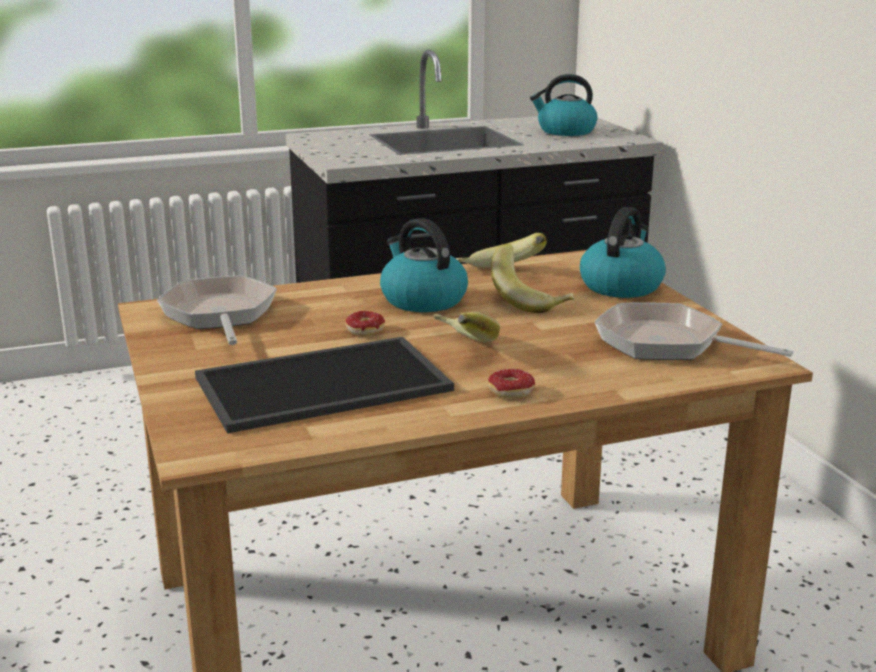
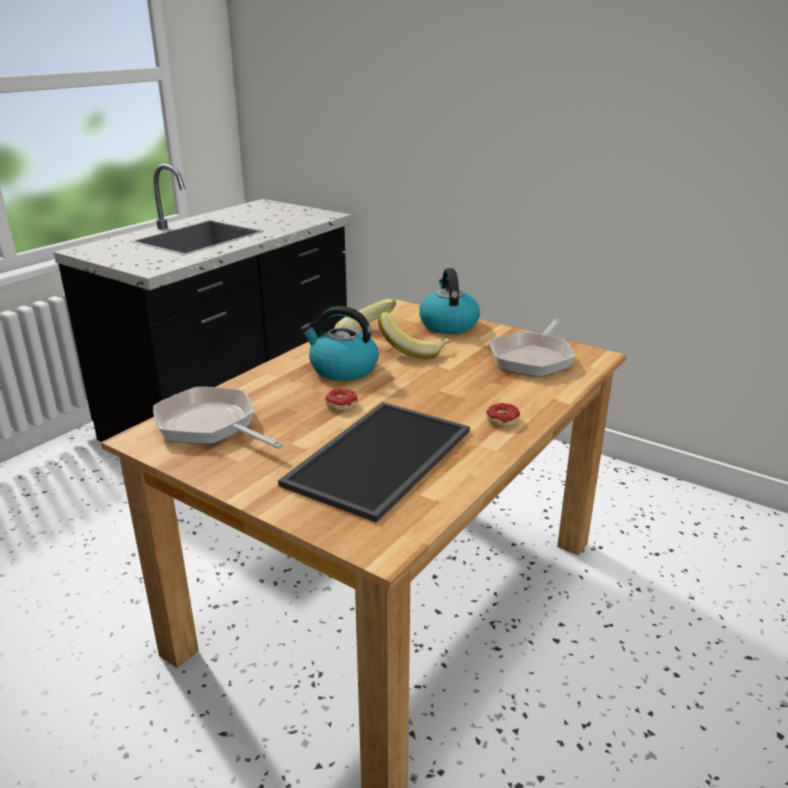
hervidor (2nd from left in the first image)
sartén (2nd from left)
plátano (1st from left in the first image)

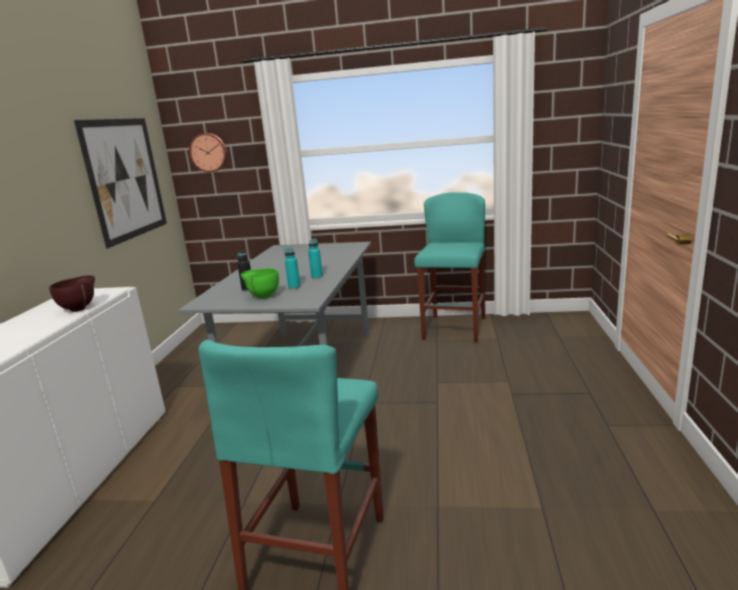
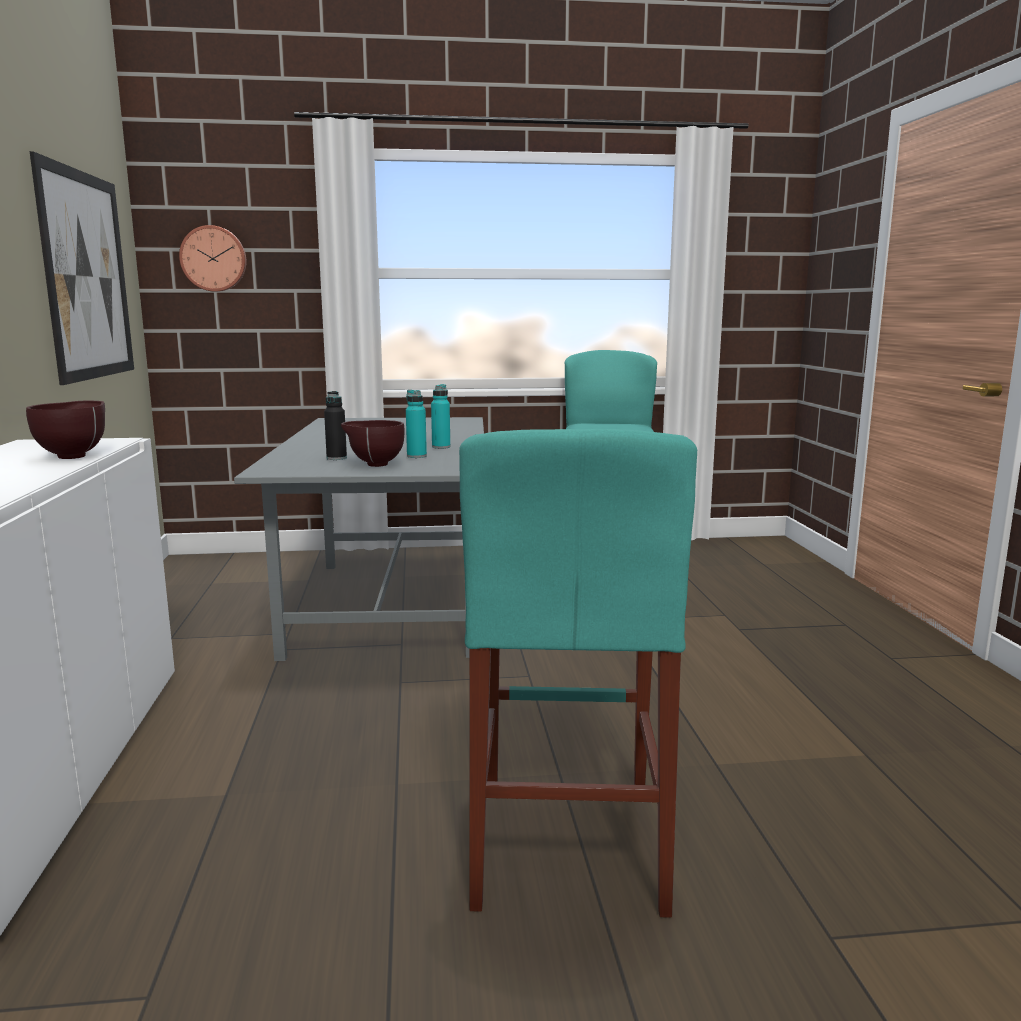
cuenco [marrón] (2nd from left)

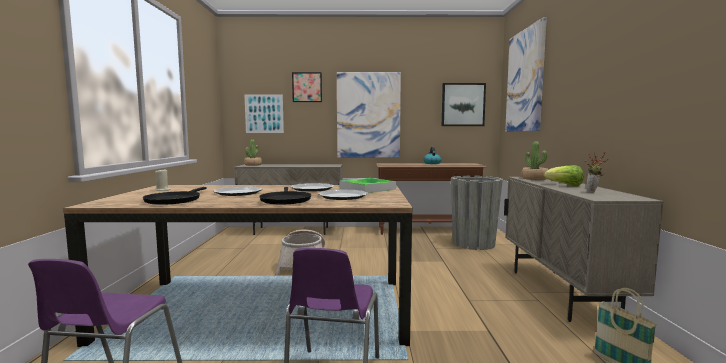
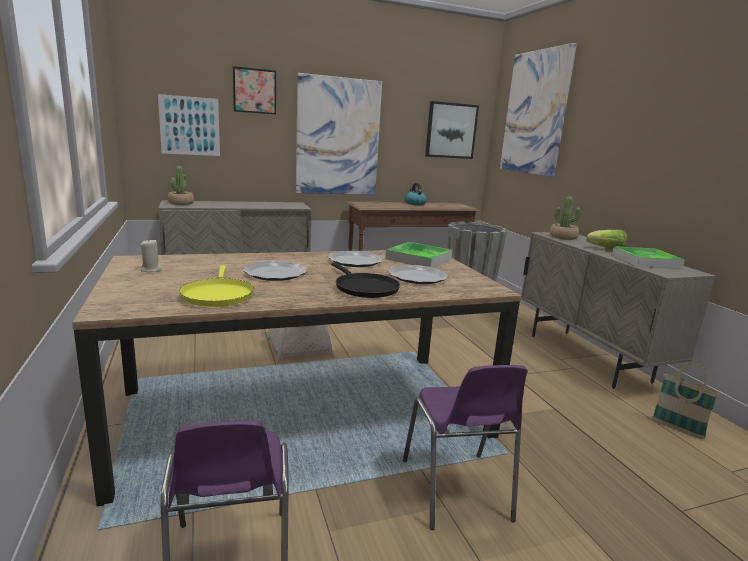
bandeja (2nd from left)
sartén [amarillo]

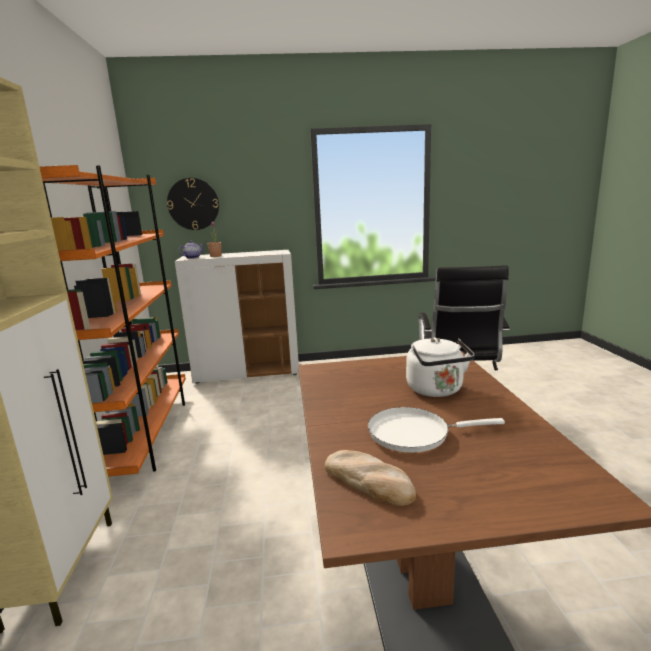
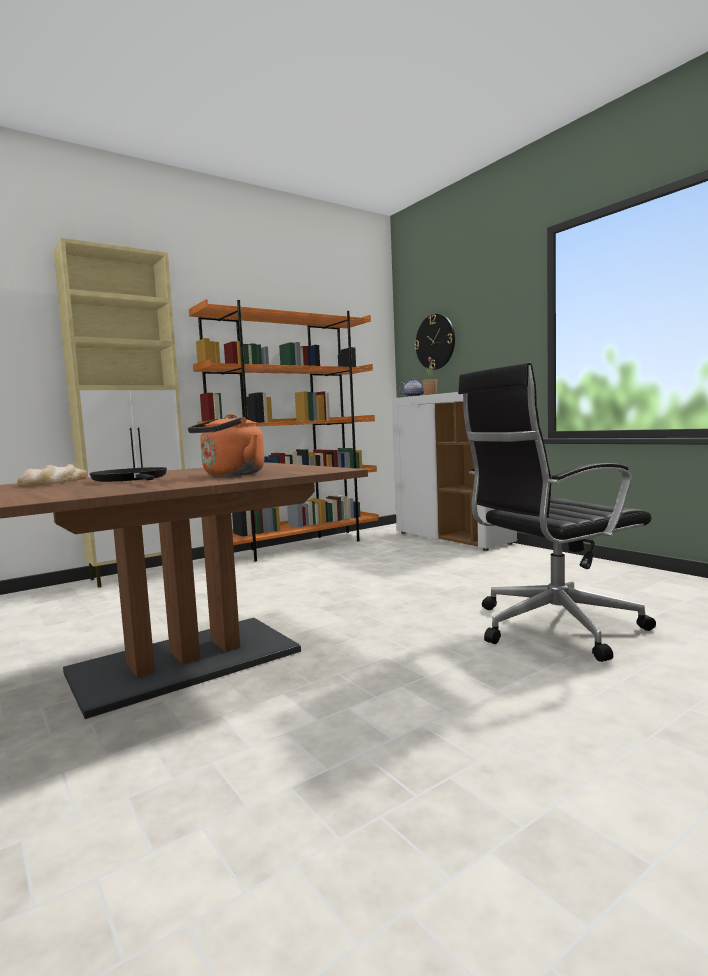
hervidor [naranja]
sartén [negro]

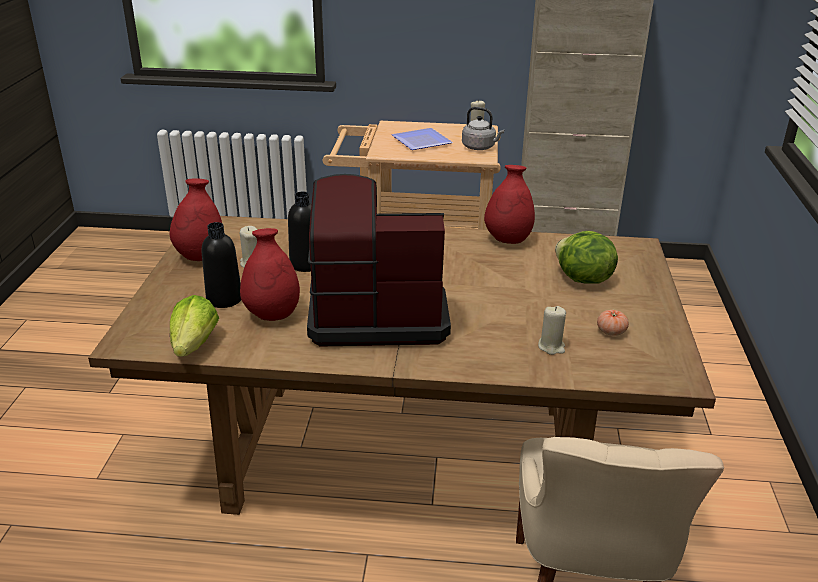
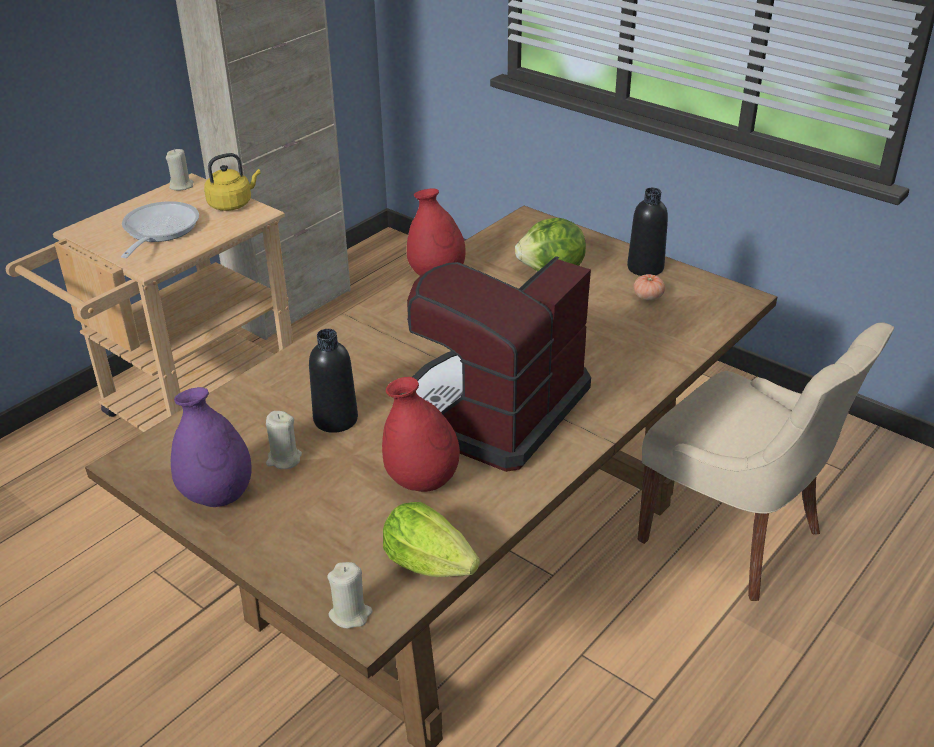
hervidor [amarillo]
sartén
florero [morado]
botella [negro] (2nd from left)
vela [beis] (3rd from left)

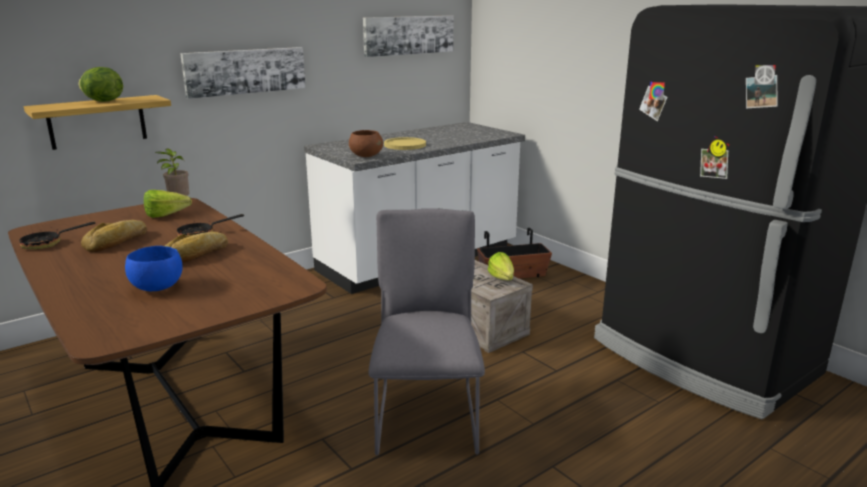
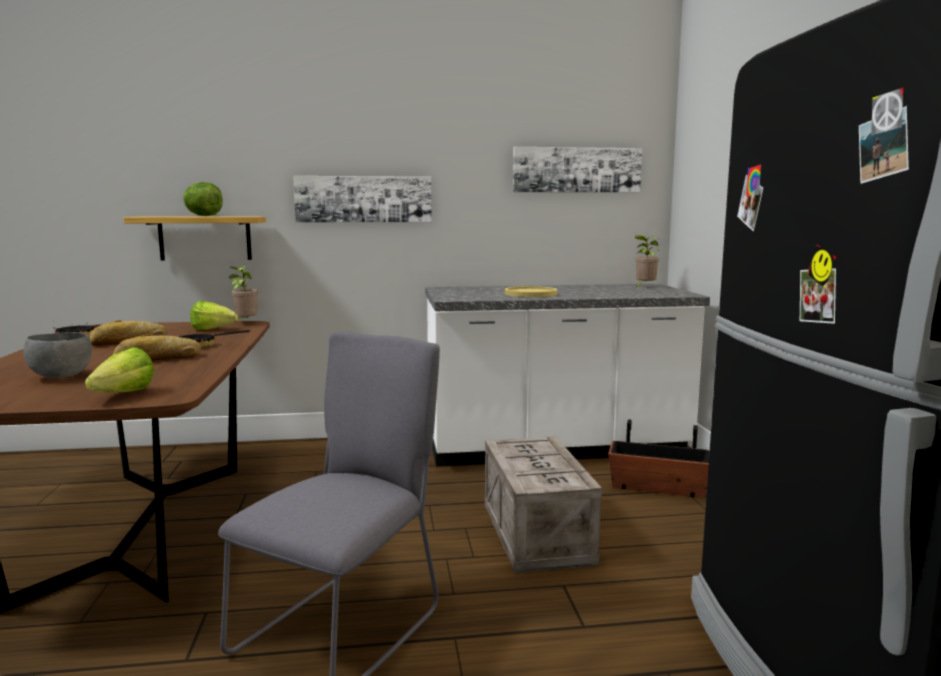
cuenco [marrón]
cuenco [gris]
lechuga (1st from left)
planta en maceta (2nd from left)

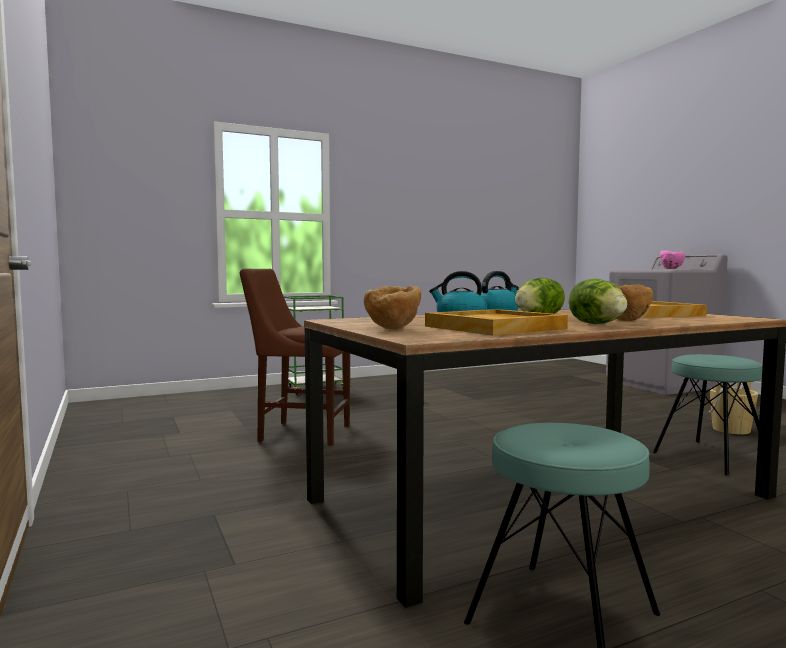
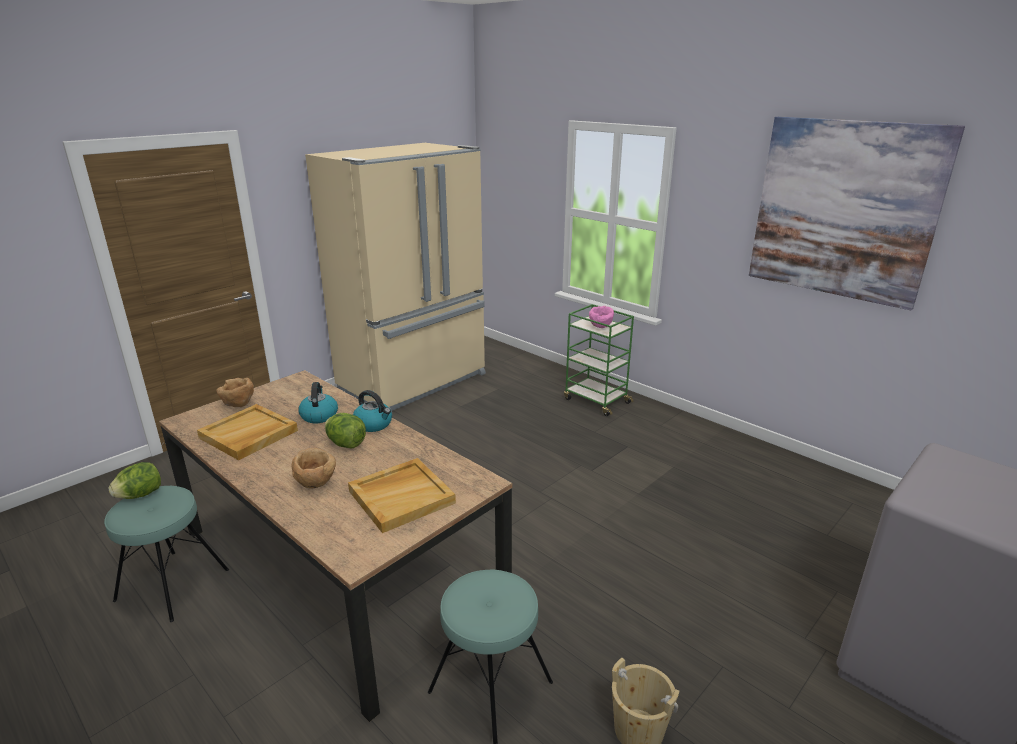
cuenco [rosa]
silla [marrón]
lechuga (1st from left)
cuadro
nevera [beis]

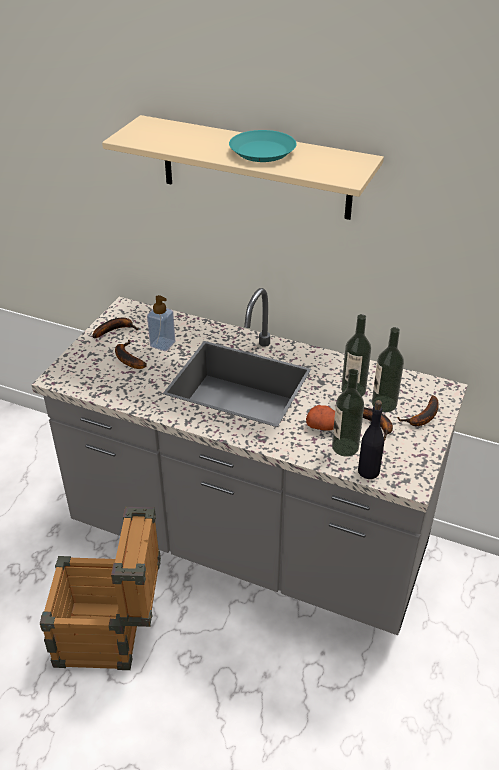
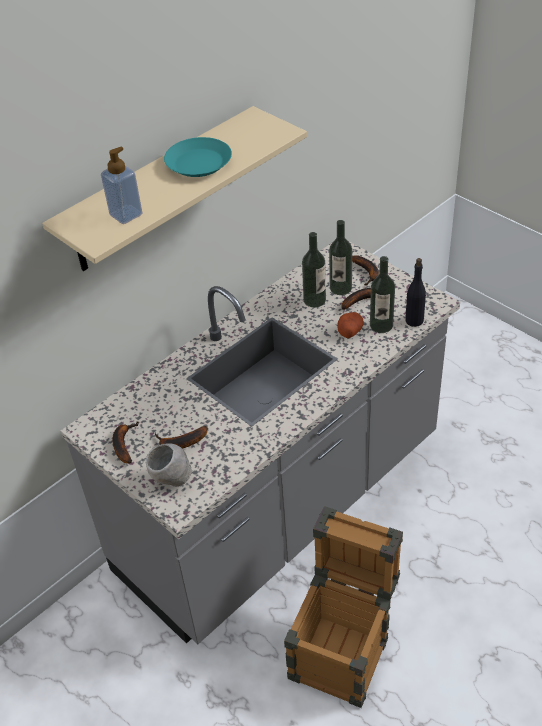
dispensador de jabón
cuenco [gris]

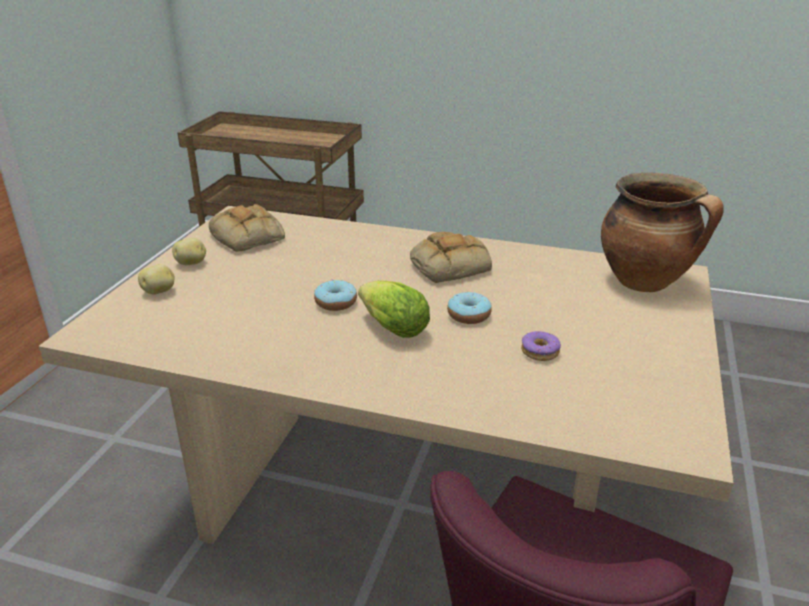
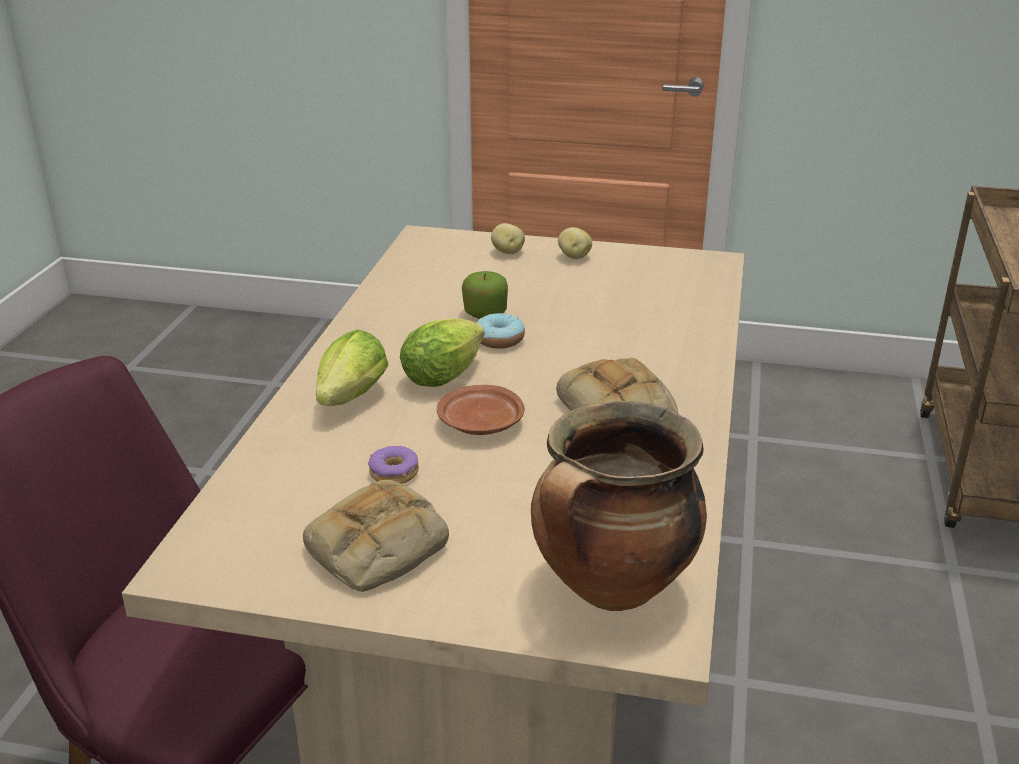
pan (1st from left)
plato [marrón]
manzana
lechuga (1st from left)

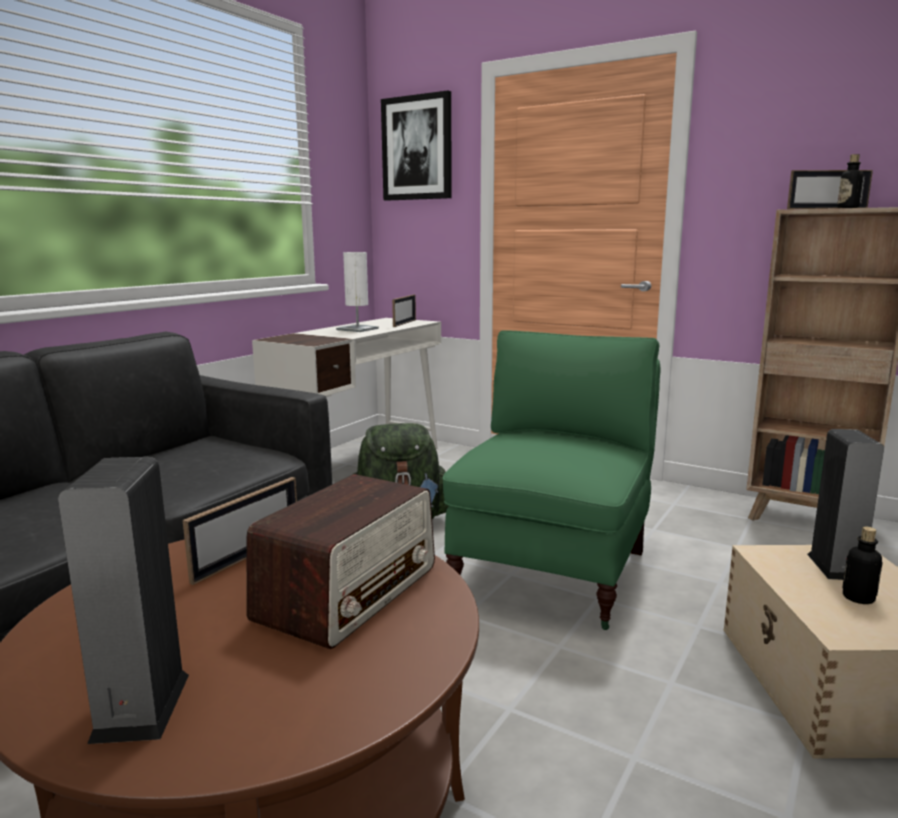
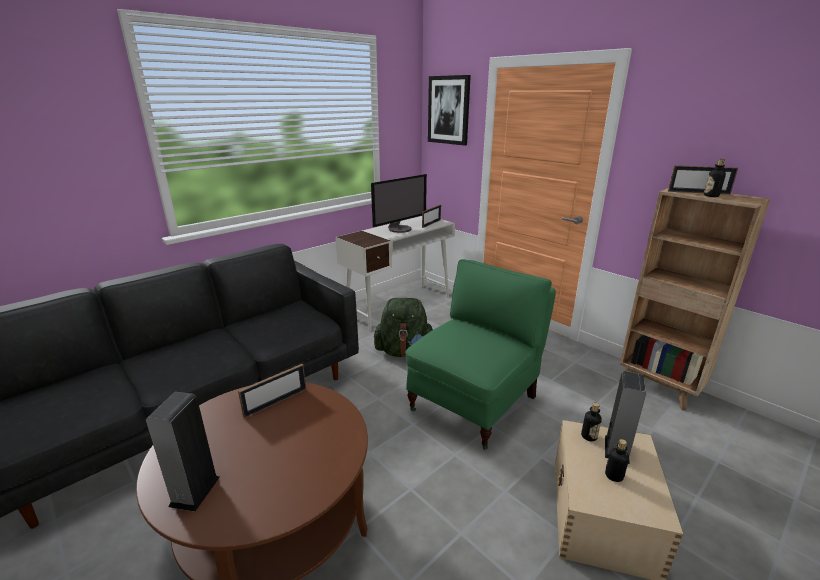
monitor
radio
botella (1st from left)

